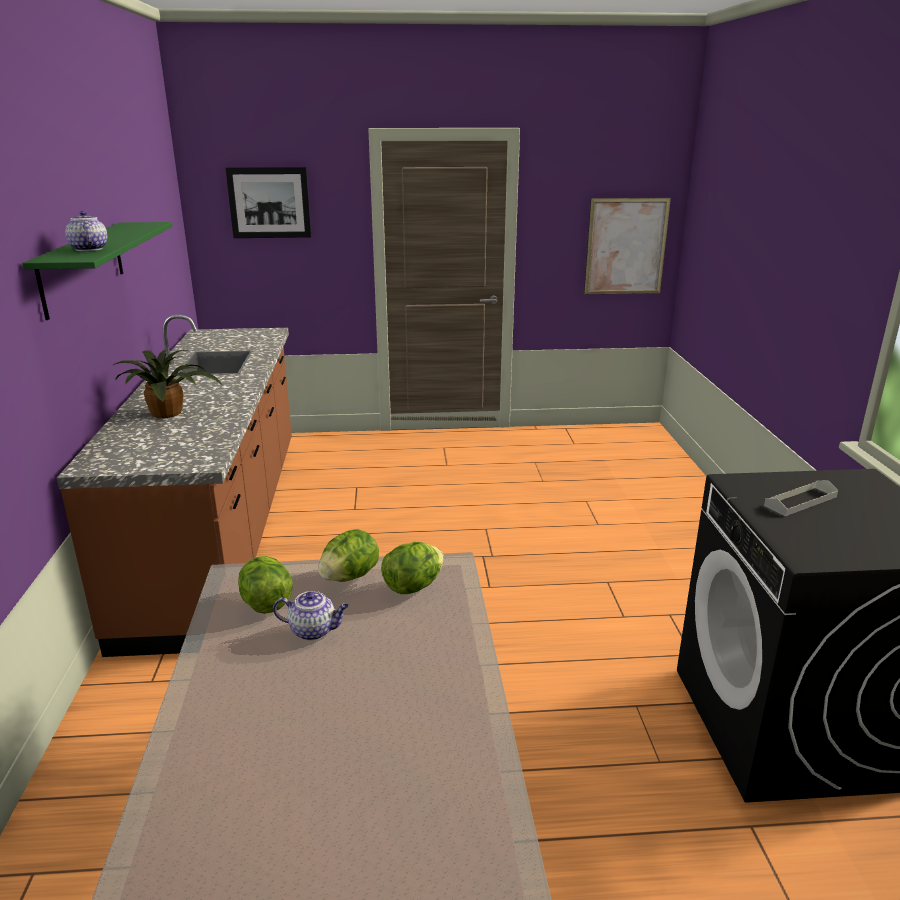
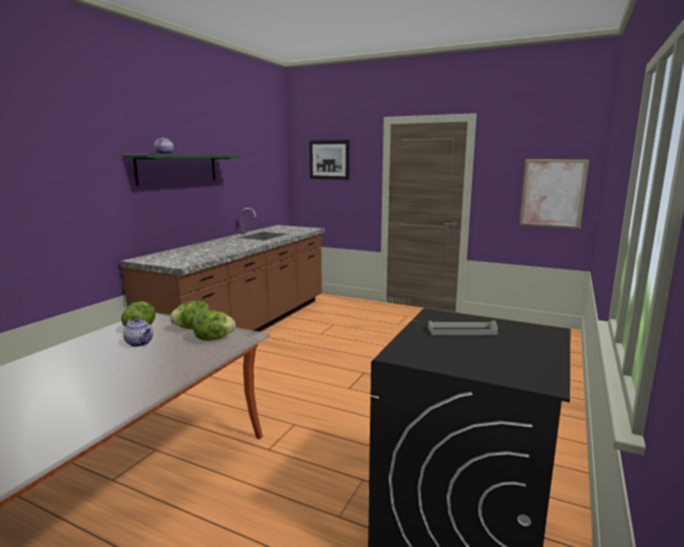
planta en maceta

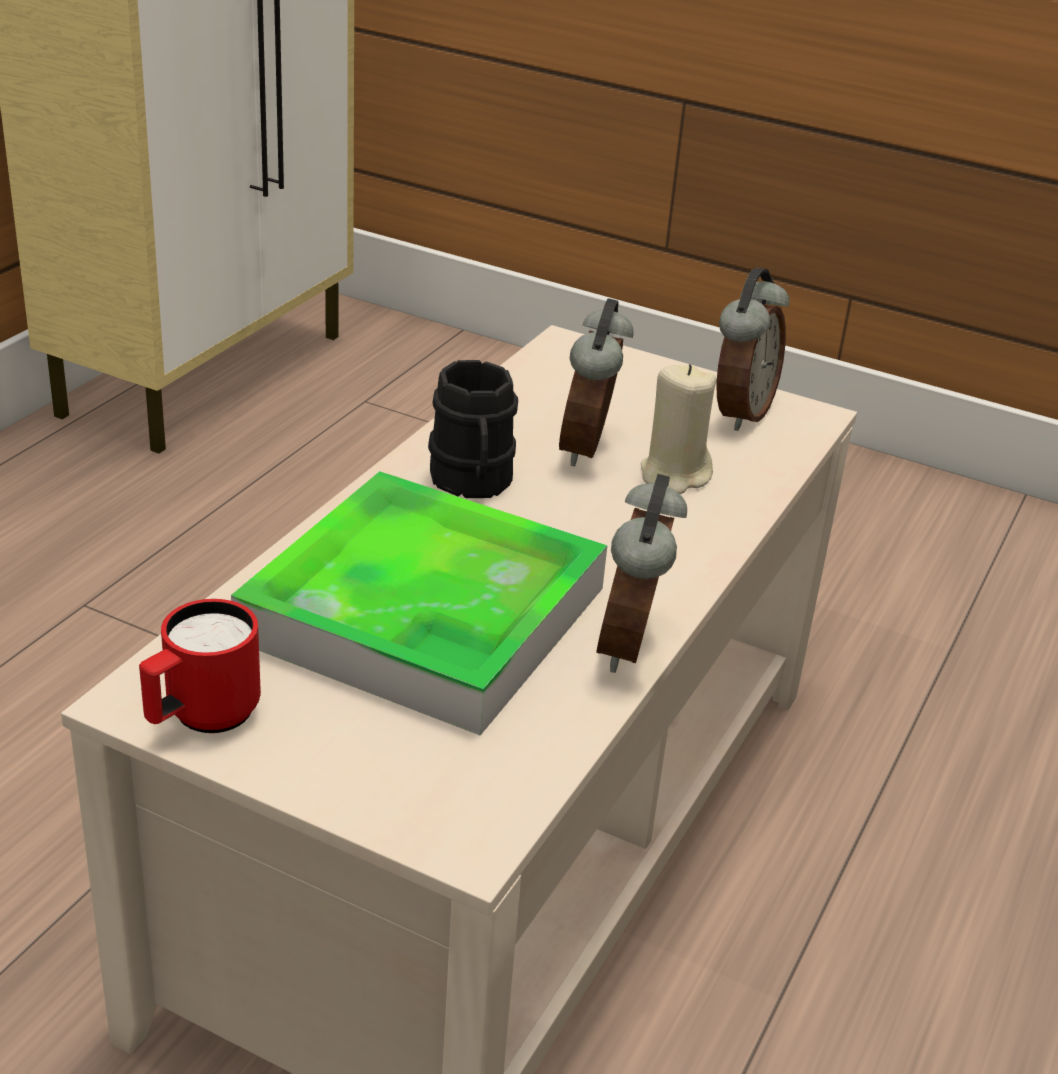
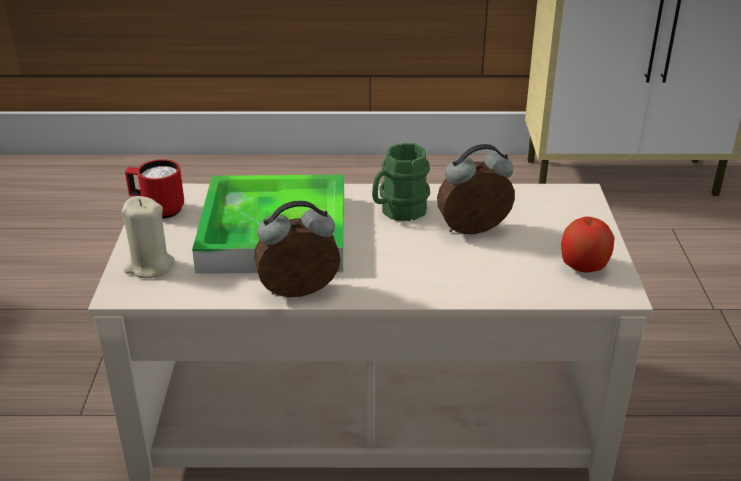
manzana
taza grande [verde]
vela [beis]

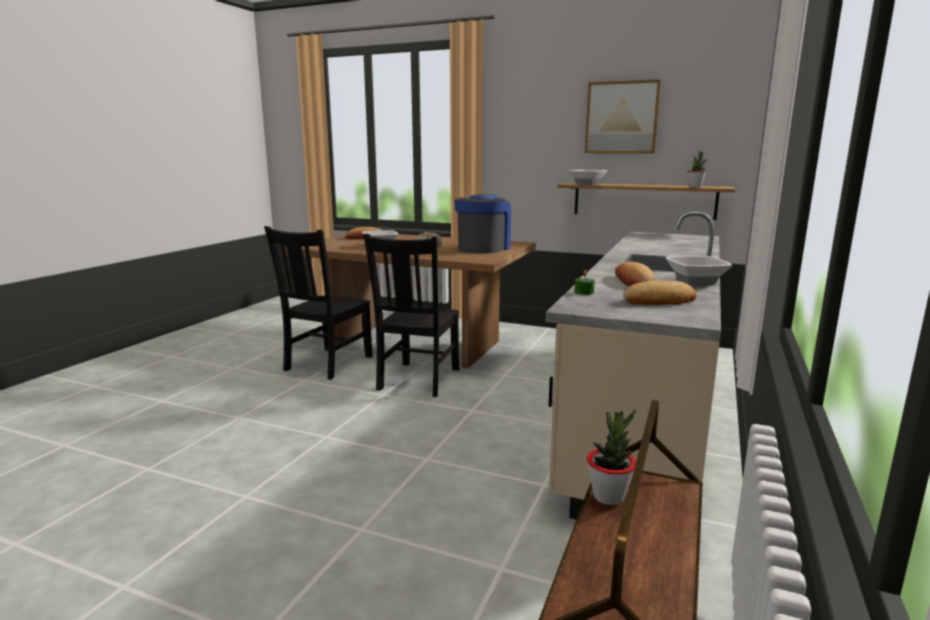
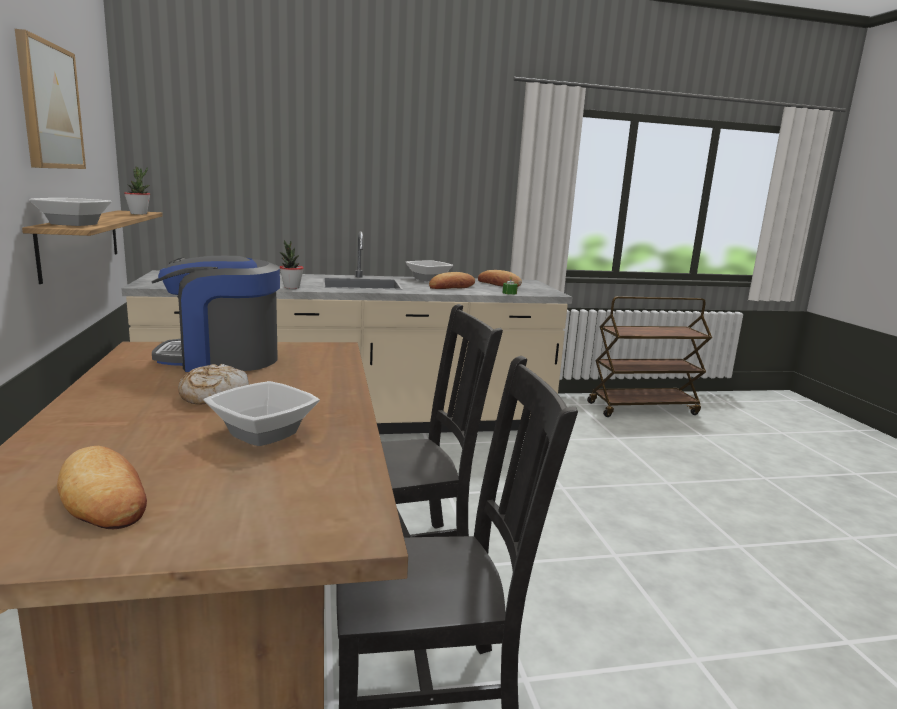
planta en maceta (2nd from left)

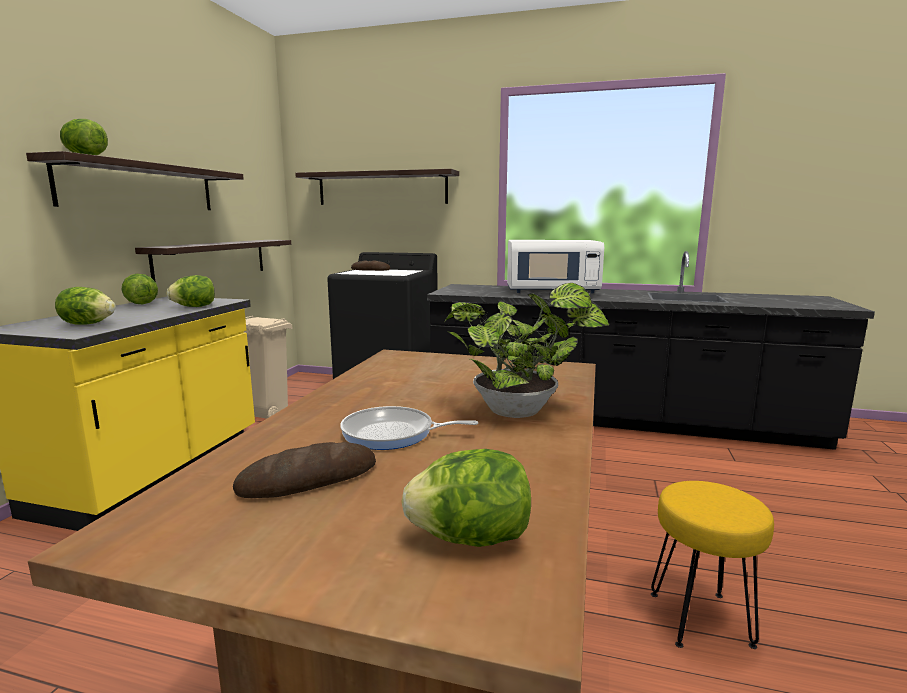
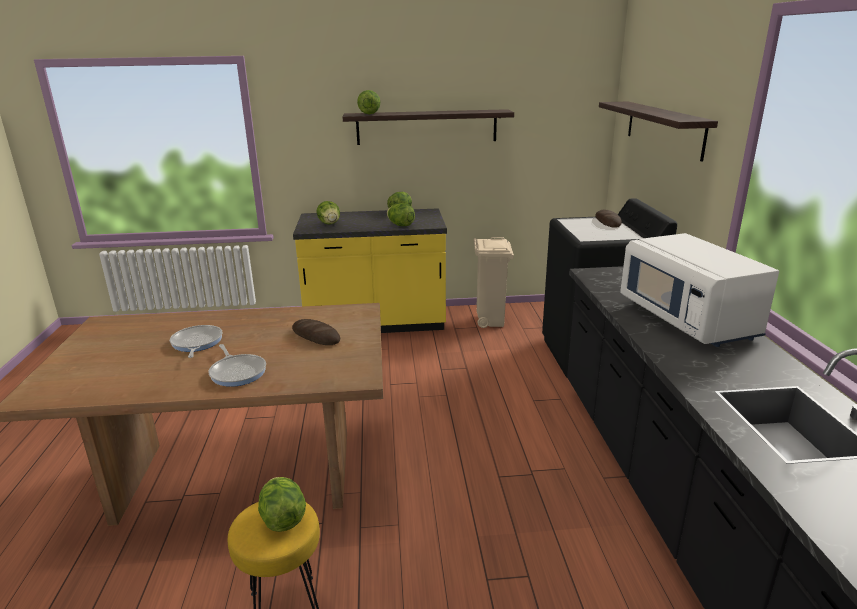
estante (2nd from left in the first image)
sartén (2nd from left)
pan (1st from left)
lechuga (1st from left)

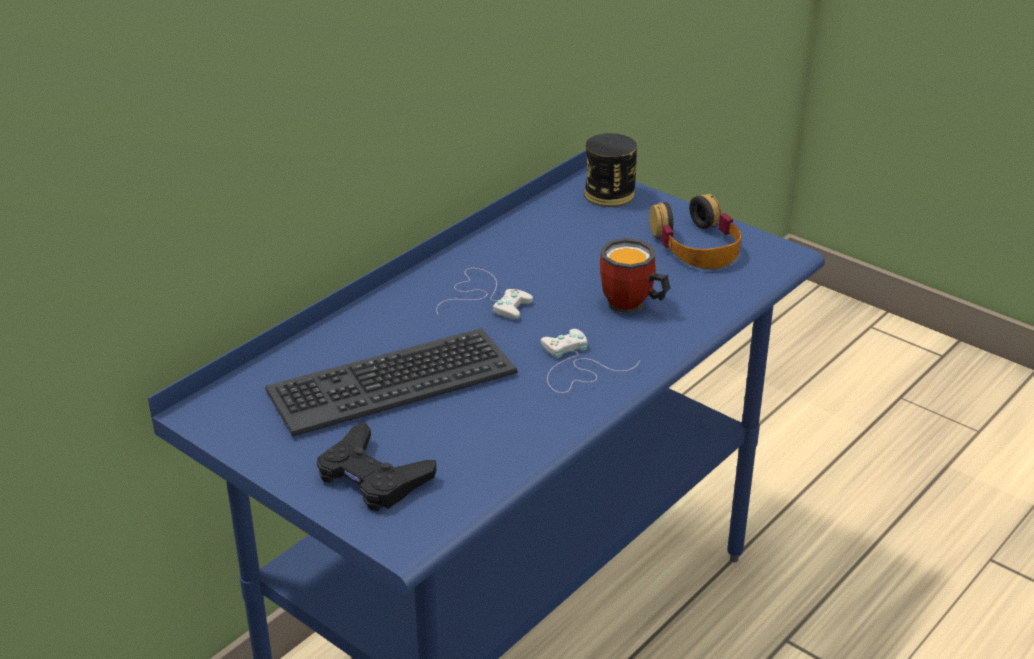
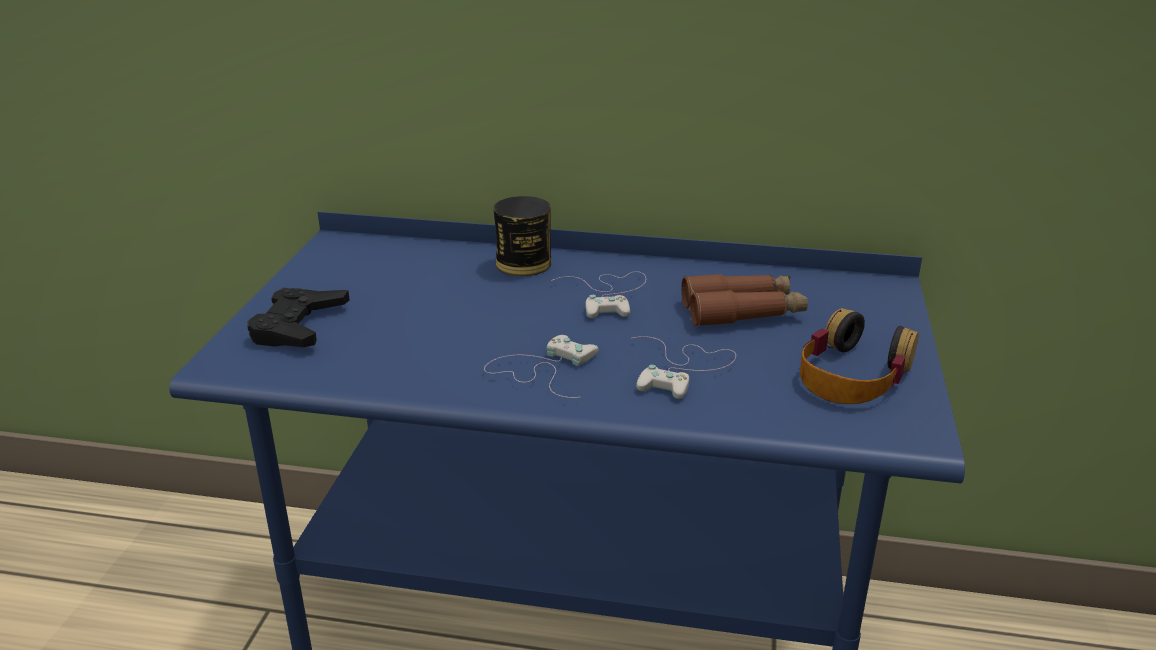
lata
mando de consola [blanco] (3rd from left)
teclado
prismáticos [marrón]

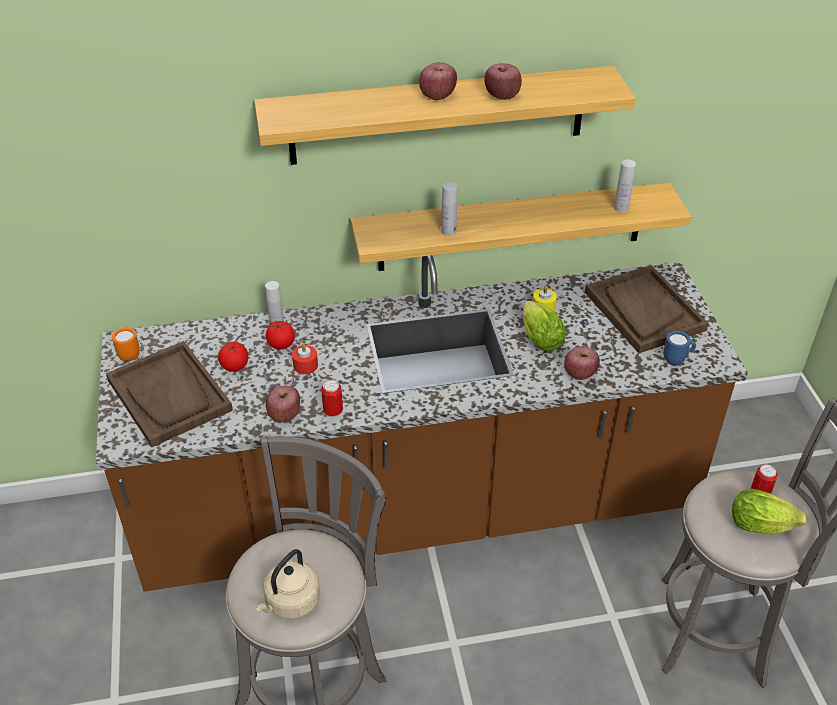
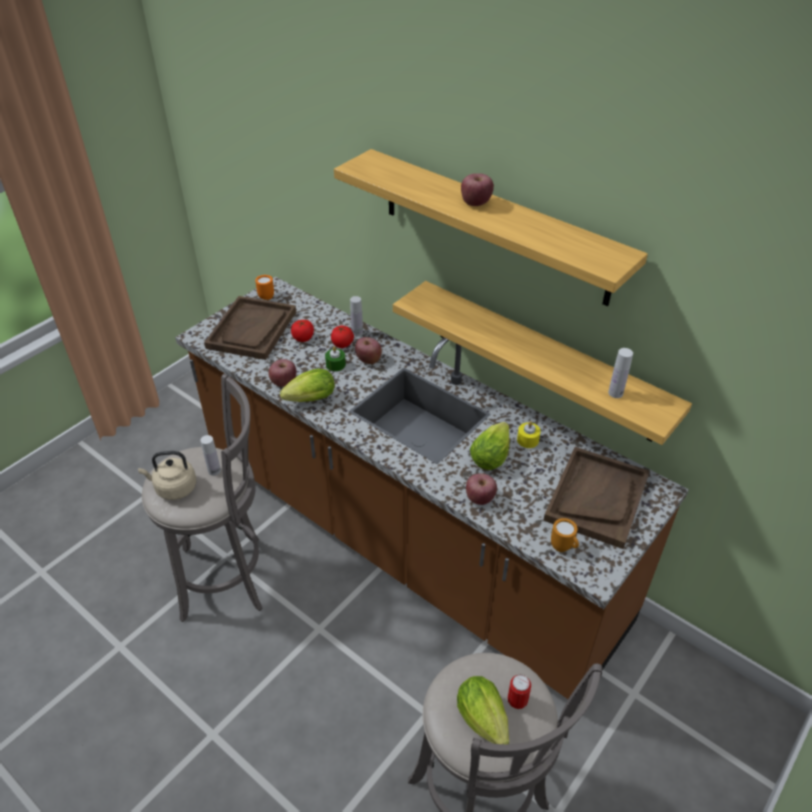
manzana (2nd from left)
botella [blanco] (1st from left)
taza grande [naranja] (2nd from left)
vela [verde]
lechuga (1st from left)

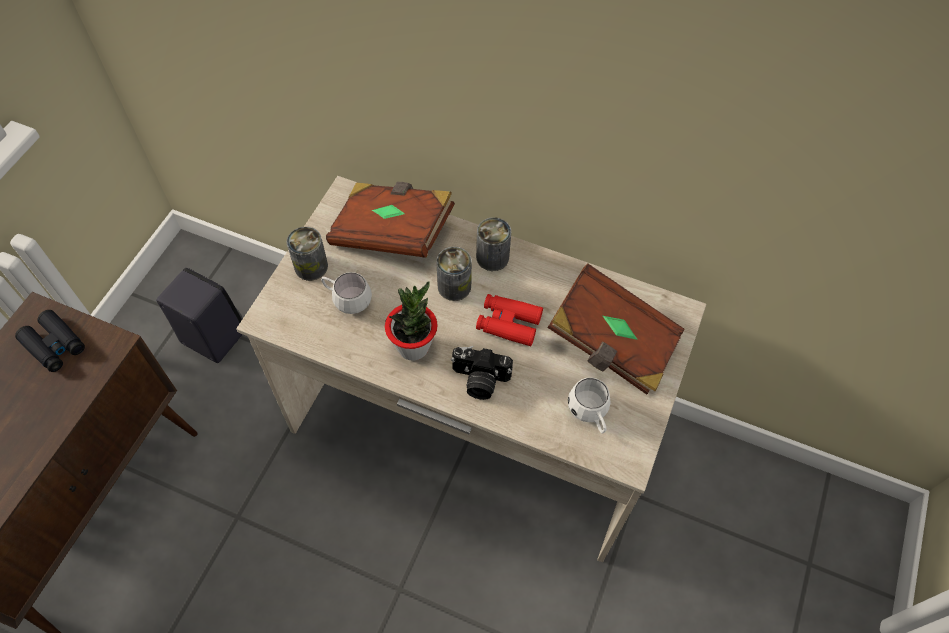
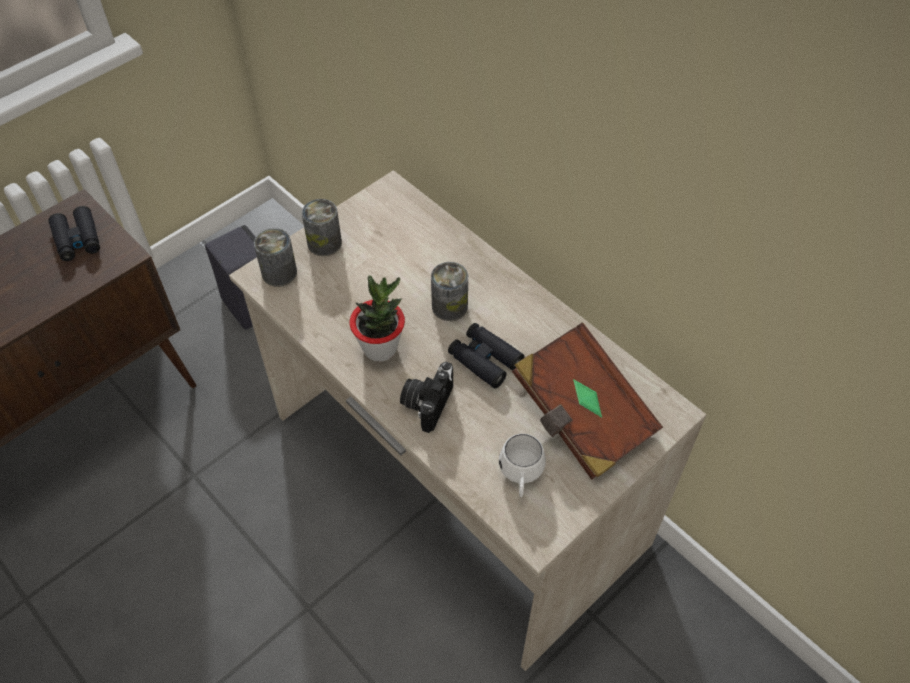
libro [marrón] (1st from left in the first image)
lata (1st from left)
taza grande [blanco] (1st from left in the first image)
prismáticos [negro] (2nd from left)
cámara

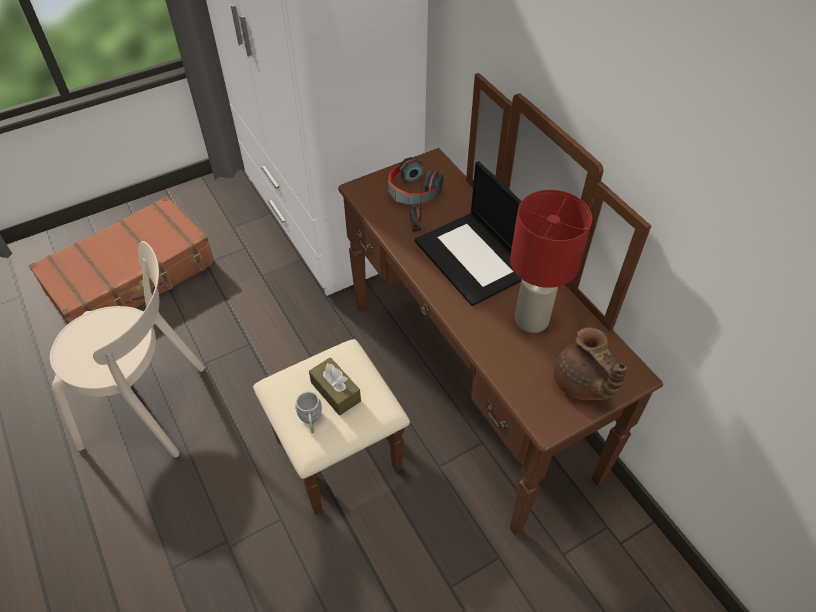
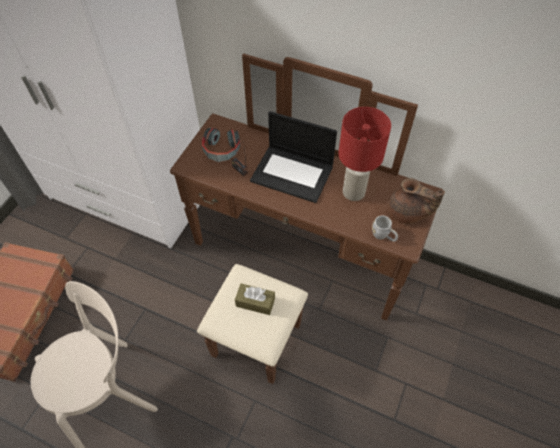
taza grande [gris]

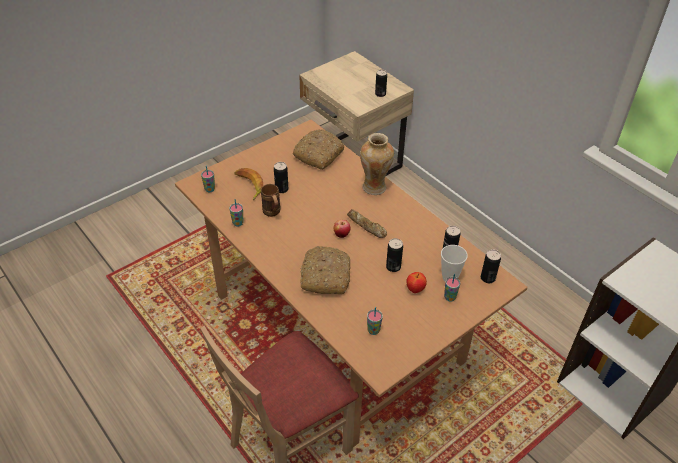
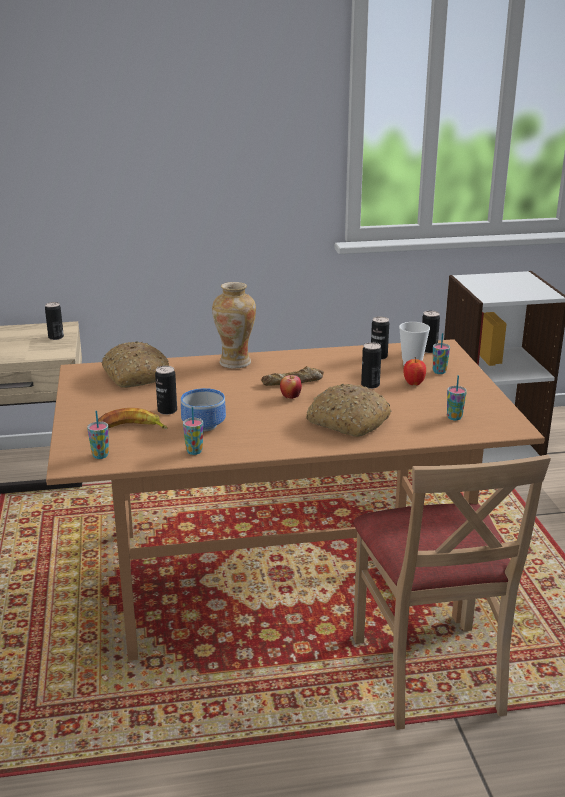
cuenco

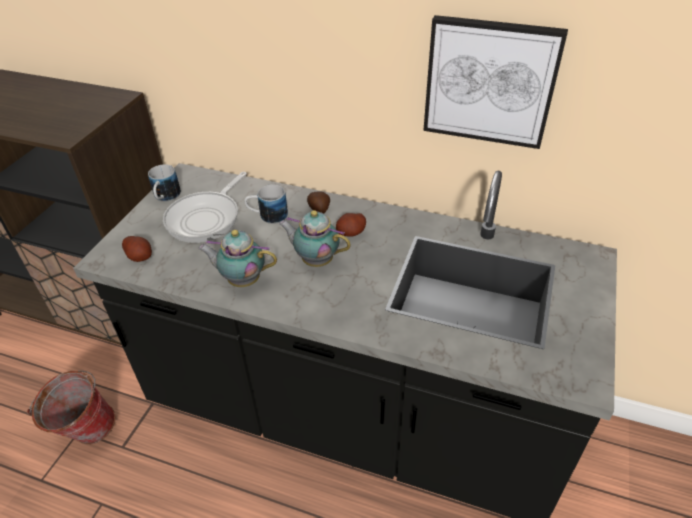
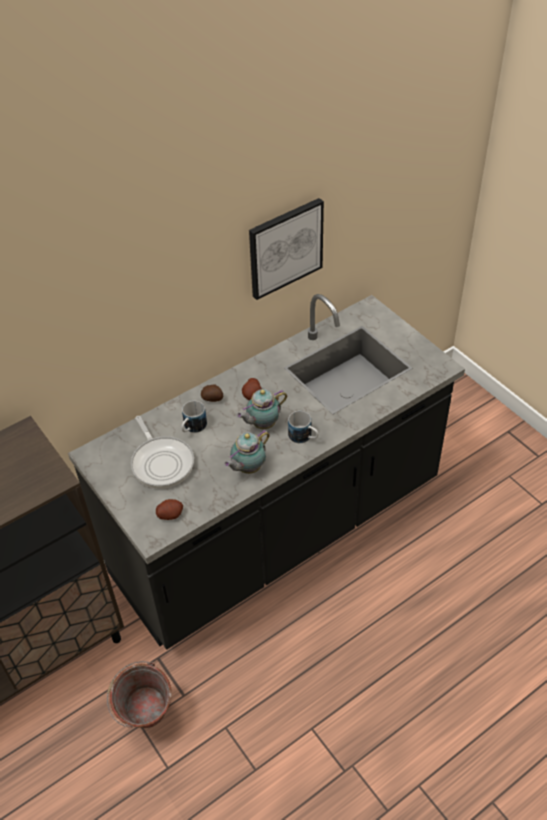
taza grande (2nd from left)

